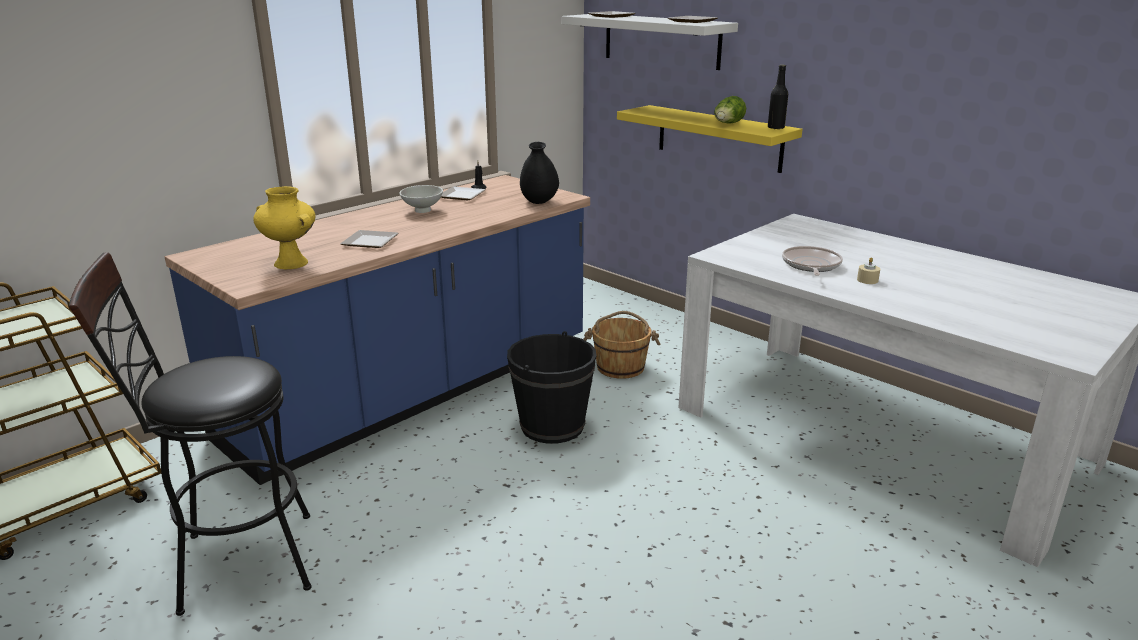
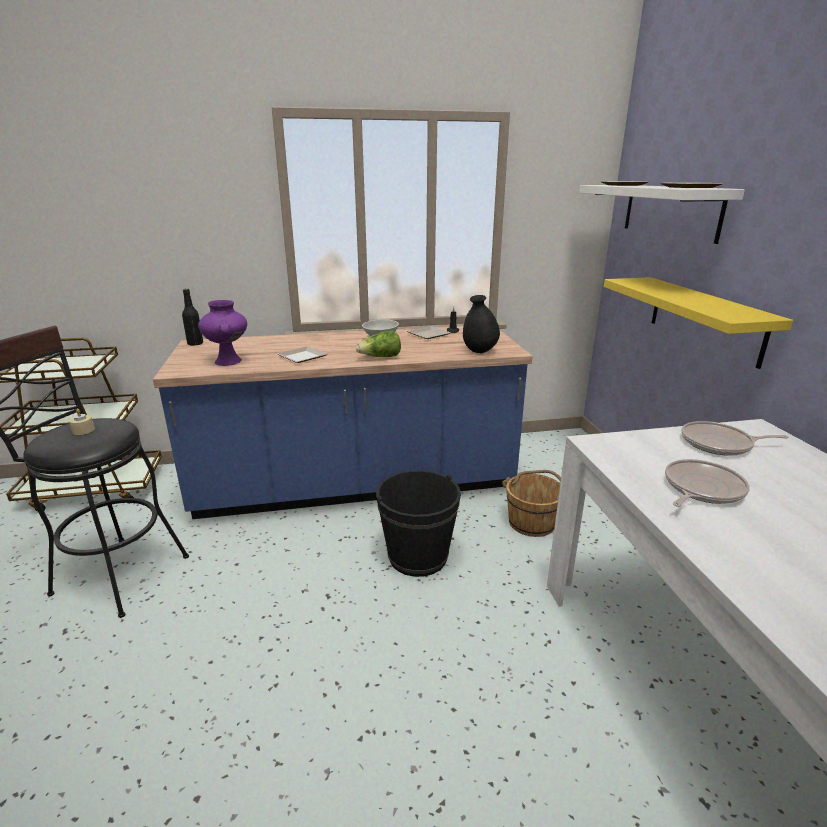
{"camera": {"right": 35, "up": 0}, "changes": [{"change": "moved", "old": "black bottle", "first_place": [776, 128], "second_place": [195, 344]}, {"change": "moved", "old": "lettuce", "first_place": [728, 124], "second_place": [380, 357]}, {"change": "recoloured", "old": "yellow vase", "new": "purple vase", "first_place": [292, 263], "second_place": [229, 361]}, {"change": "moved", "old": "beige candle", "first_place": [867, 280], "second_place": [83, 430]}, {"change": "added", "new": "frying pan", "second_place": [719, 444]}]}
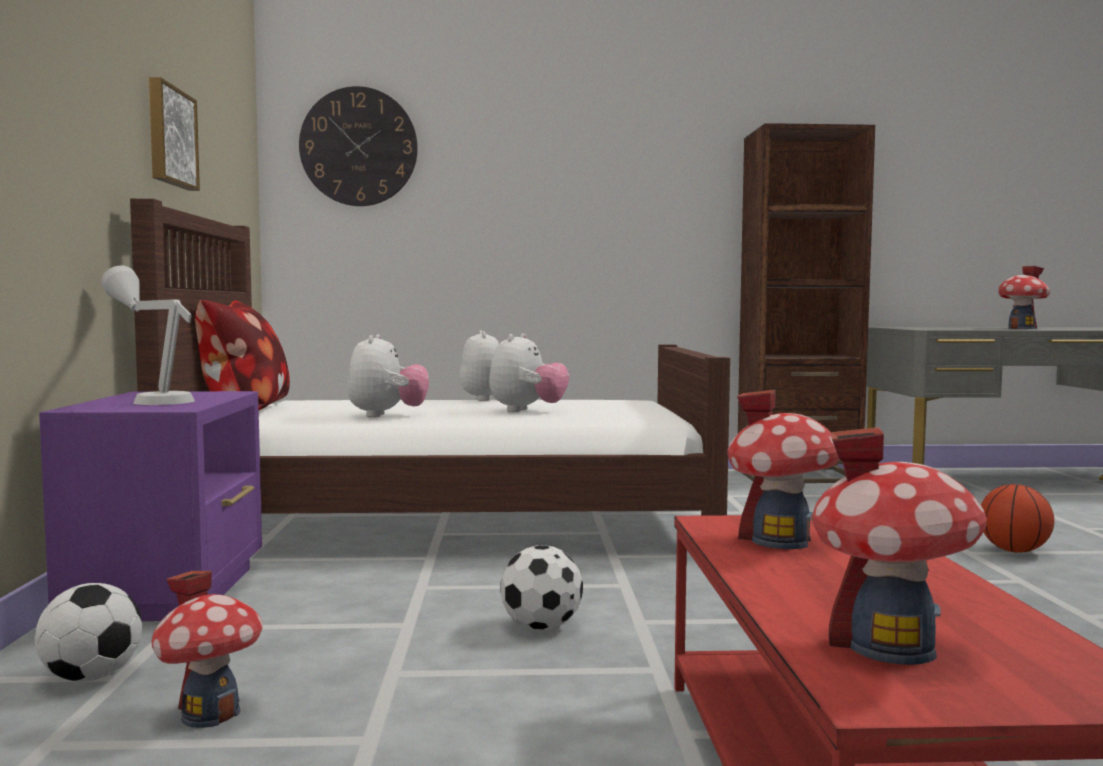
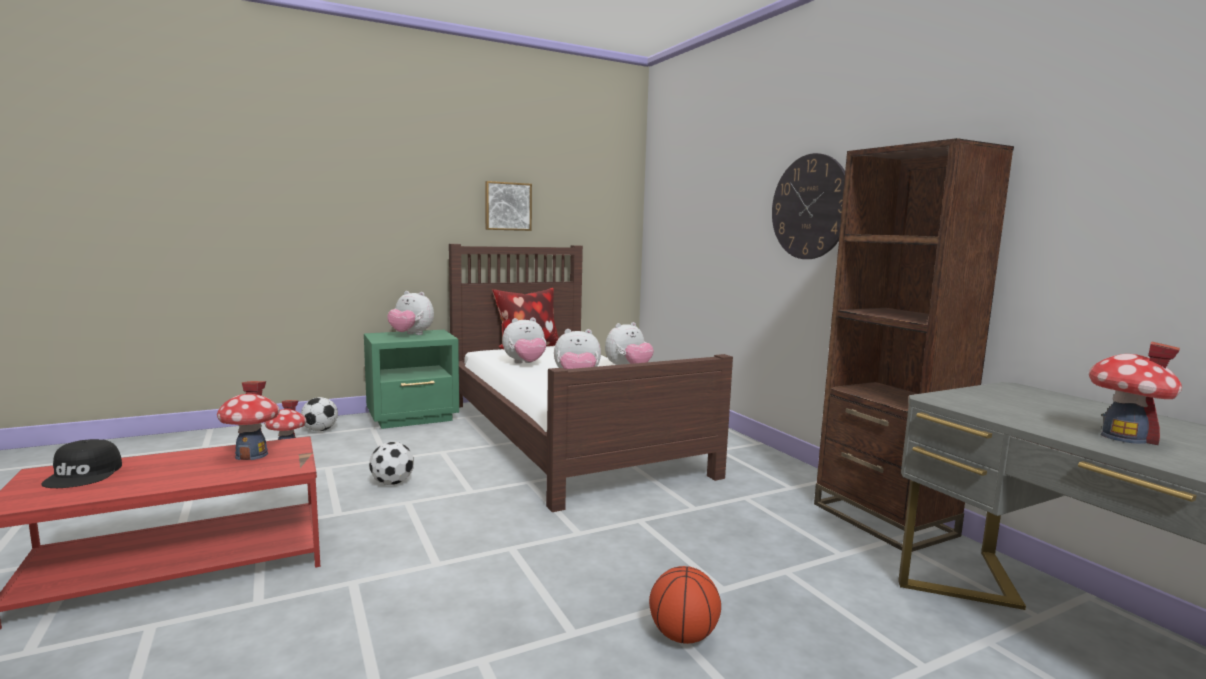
{"camera": {"right": 65, "up": 5}, "changes": [{"change": "moved", "old": "wall clock", "first_place": [358, 147], "second_place": [810, 207]}, {"change": "replaced", "old": "grey table lamp", "new": "plush toy", "first_place": [152, 399], "second_place": [411, 335]}, {"change": "recoloured", "old": "purple nightstand", "new": "green nightstand", "first_place": [172, 592], "second_place": [414, 418]}, {"change": "replaced", "old": "toy house", "new": "black cap", "first_place": [891, 646], "second_place": [85, 474]}]}
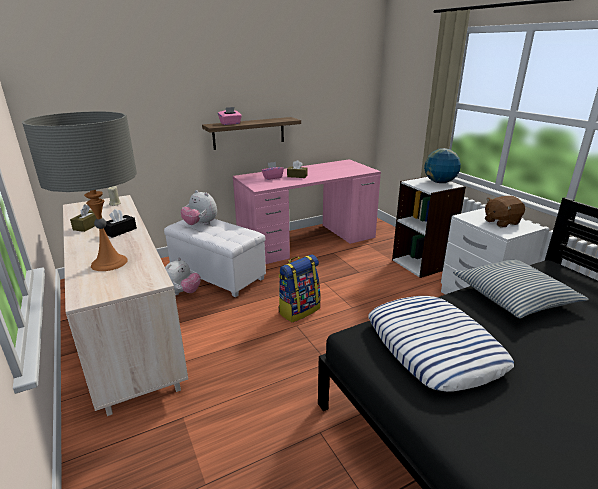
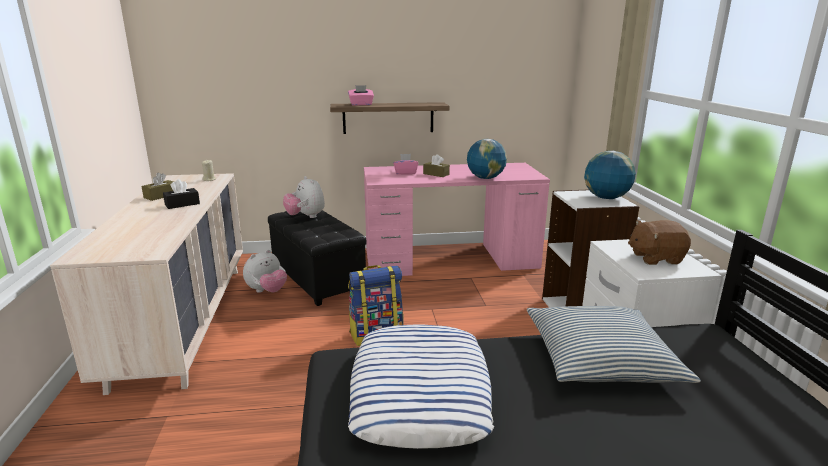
{"camera": {"right": 20, "up": -5}, "changes": [{"change": "removed", "old": "grey table lamp", "first_place": [109, 263]}, {"change": "recoloured", "old": "white ottoman", "new": "black ottoman", "first_place": [218, 275], "second_place": [318, 279]}, {"change": "added", "new": "globe", "second_place": [485, 178]}]}
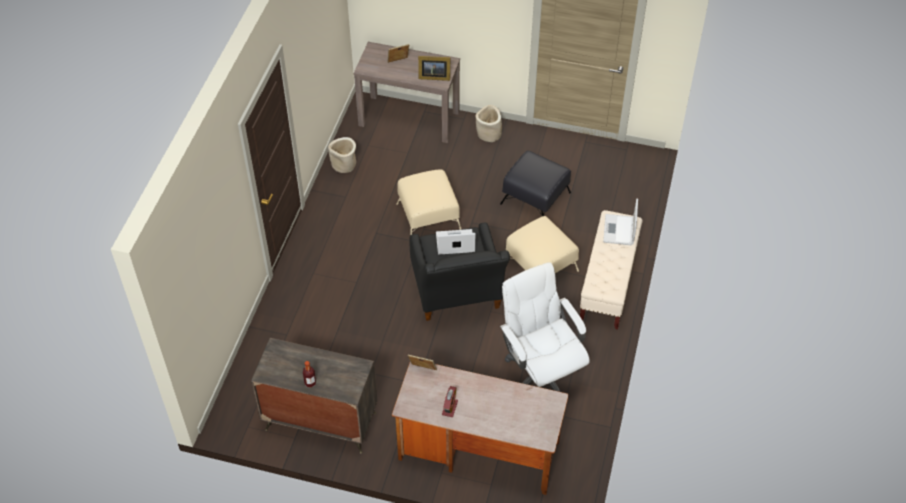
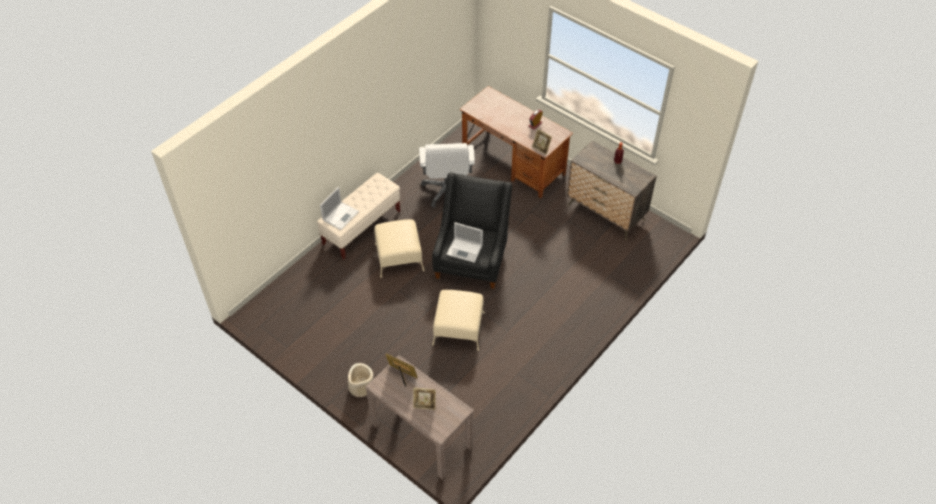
{"camera": {"right": -155, "up": 0}, "changes": [{"change": "removed", "old": "beige planter", "first_place": [344, 165]}, {"change": "removed", "old": "black ottoman", "first_place": [535, 198]}]}
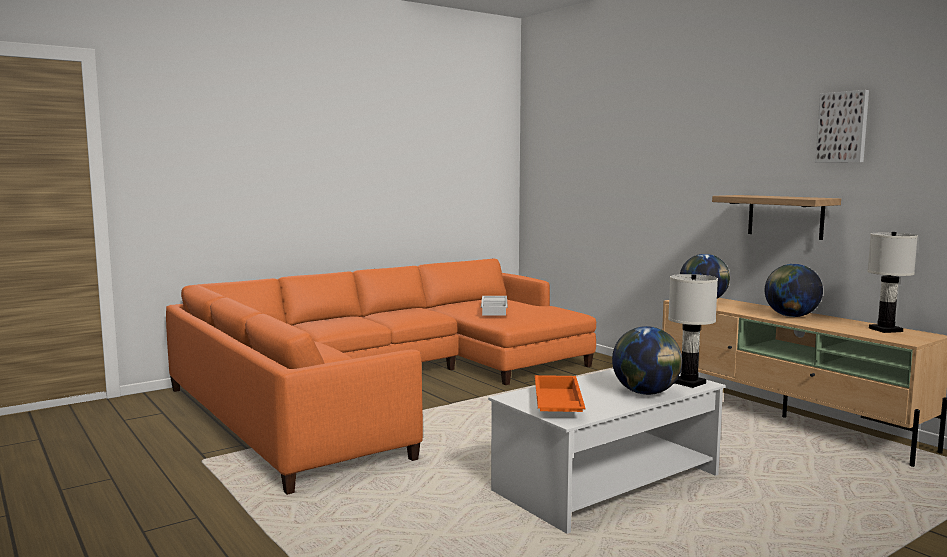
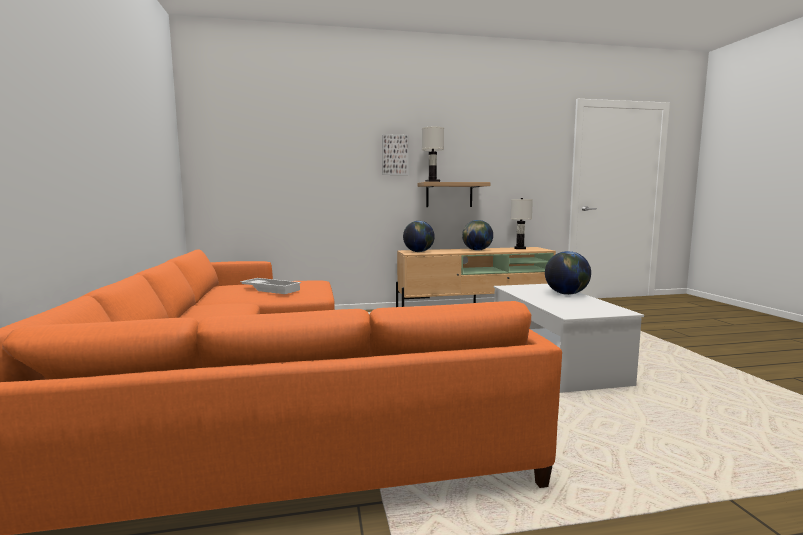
{"camera": {"right": -65, "up": 0}, "changes": [{"change": "moved", "old": "picture", "first_place": [843, 127], "second_place": [394, 155]}, {"change": "moved", "old": "white table lamp", "first_place": [688, 382], "second_place": [432, 182]}, {"change": "removed", "old": "orange tray", "first_place": [556, 404]}]}
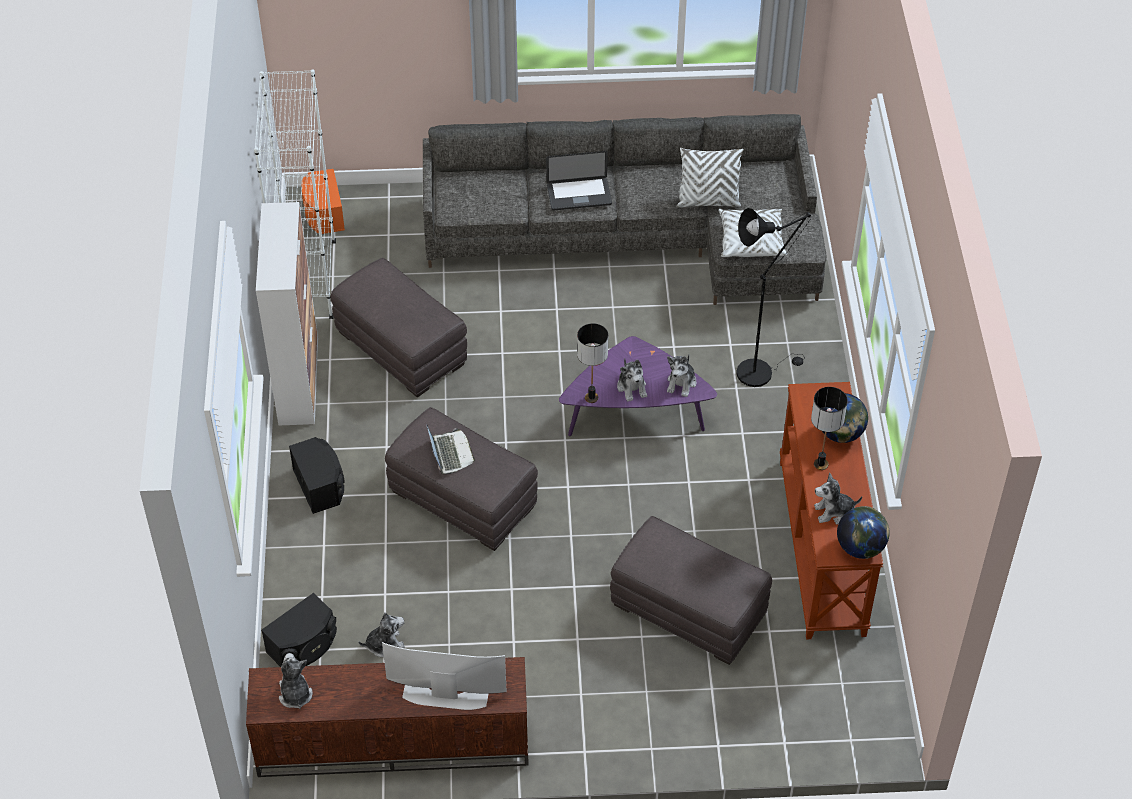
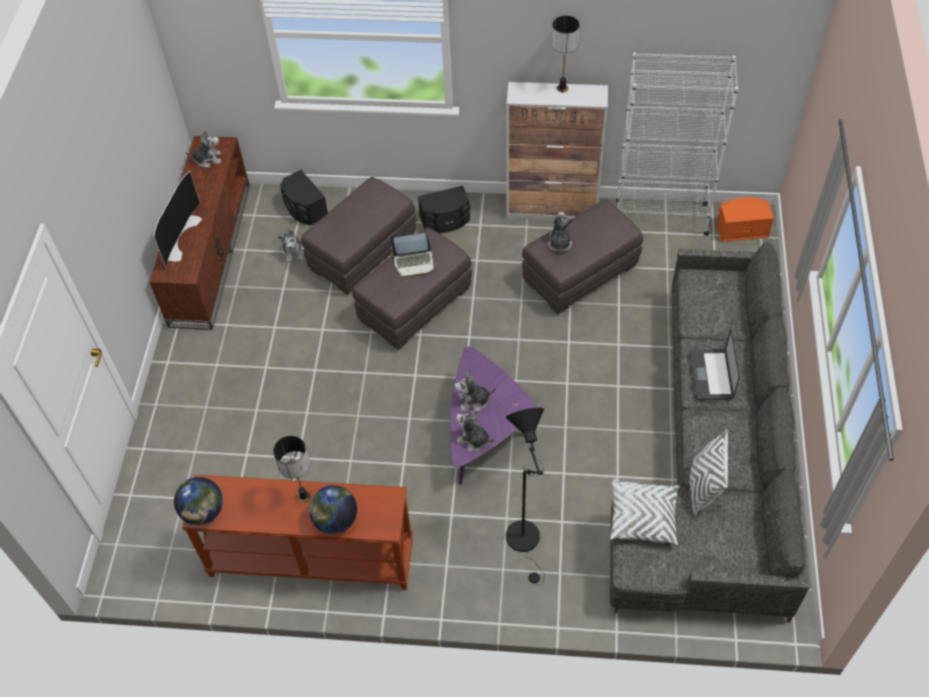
{"camera": {"right": 100, "up": 5}, "changes": [{"change": "moved", "old": "table lamp", "first_place": [591, 398], "second_place": [562, 88]}, {"change": "moved", "old": "plush toy", "first_place": [834, 512], "second_place": [559, 243]}, {"change": "moved", "old": "grey ottoman", "first_place": [687, 610], "second_place": [362, 251]}]}
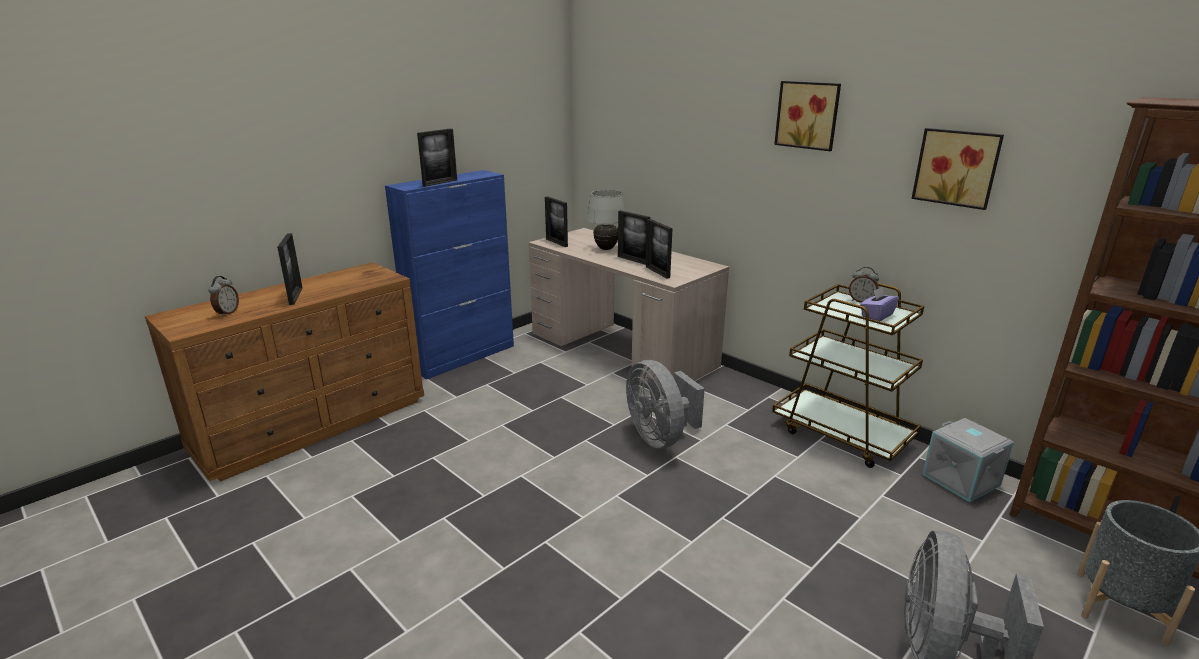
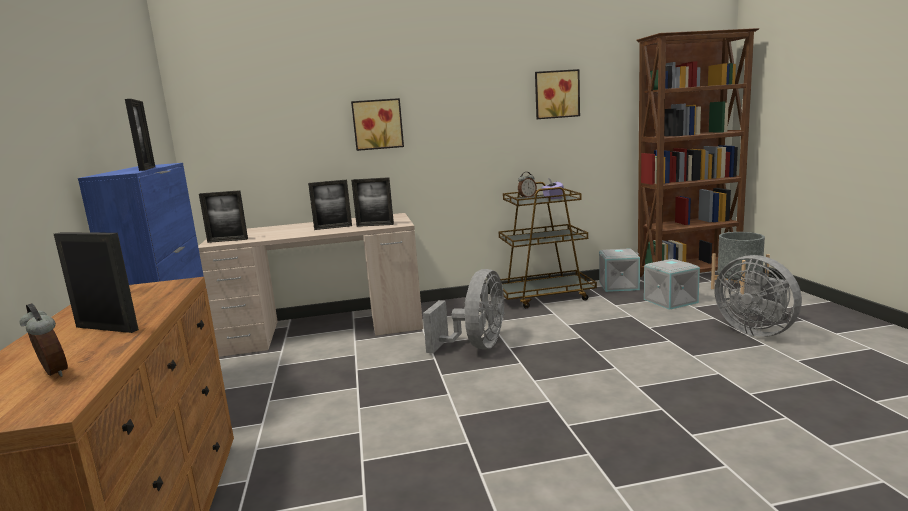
{"camera": {"right": -55, "up": -10}, "changes": [{"change": "moved", "old": "picture", "first_place": [808, 115], "second_place": [377, 124]}, {"change": "removed", "old": "white table lamp", "first_place": [606, 249]}, {"change": "turned", "old": "grey fan", "first_place": [660, 437], "second_place": [476, 346], "degrees": -75}, {"change": "added", "new": "grey storage box", "second_place": [670, 300]}]}
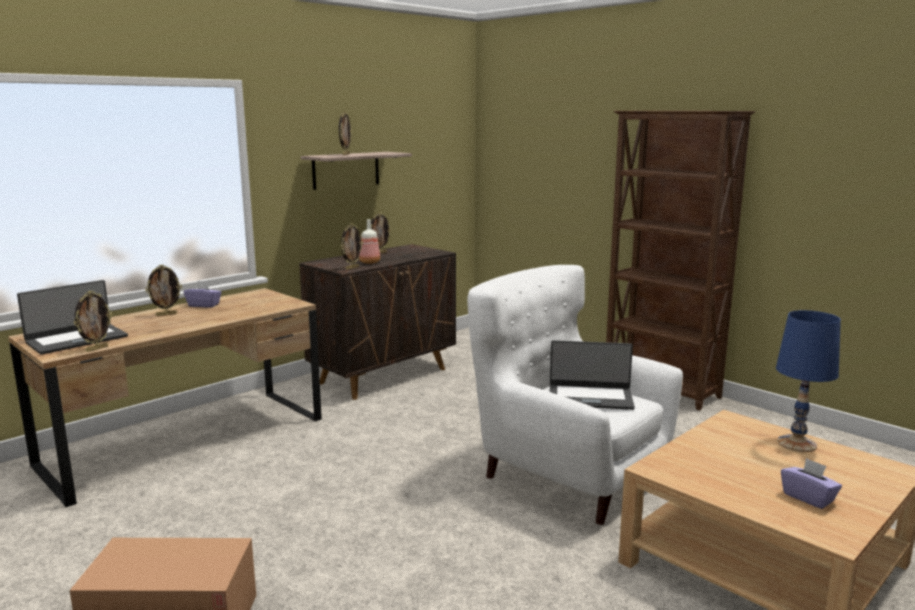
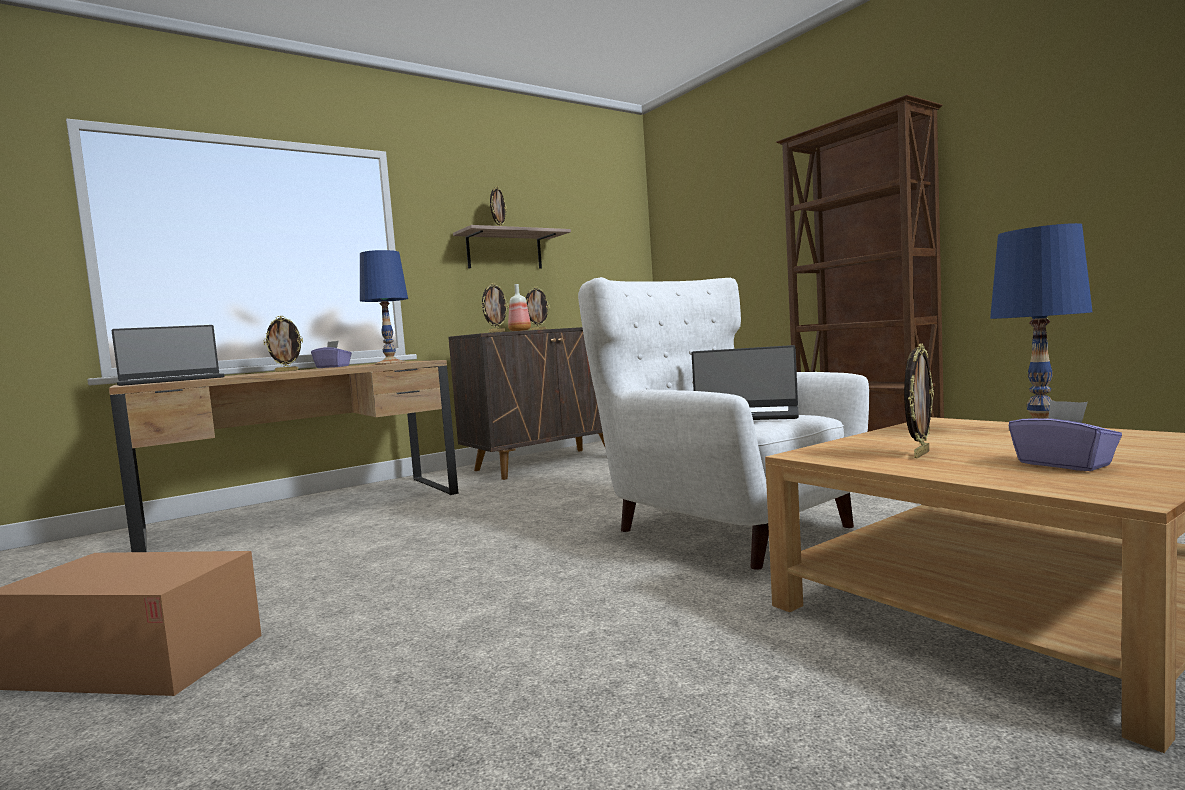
{"camera": {"right": 10, "up": -10}, "changes": [{"change": "moved", "old": "picture frame", "first_place": [96, 349], "second_place": [920, 454]}, {"change": "added", "new": "blue table lamp", "second_place": [390, 363]}]}
